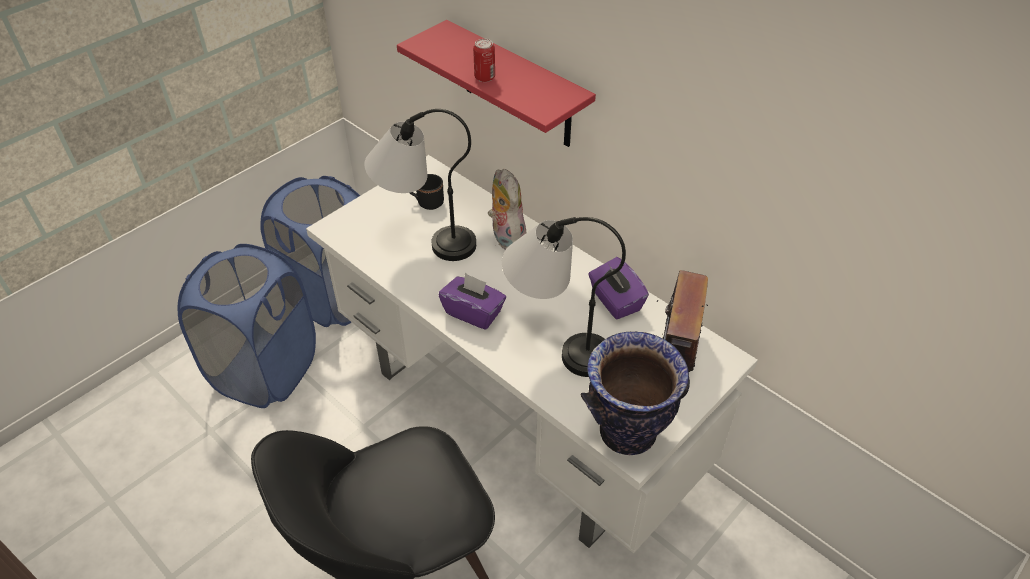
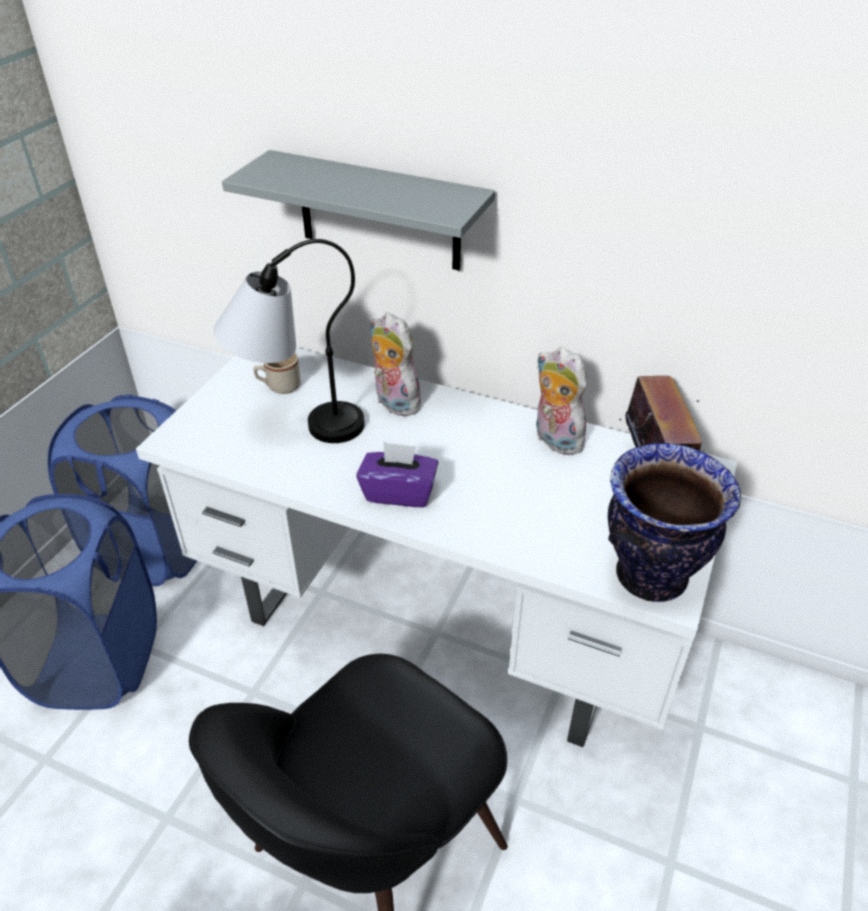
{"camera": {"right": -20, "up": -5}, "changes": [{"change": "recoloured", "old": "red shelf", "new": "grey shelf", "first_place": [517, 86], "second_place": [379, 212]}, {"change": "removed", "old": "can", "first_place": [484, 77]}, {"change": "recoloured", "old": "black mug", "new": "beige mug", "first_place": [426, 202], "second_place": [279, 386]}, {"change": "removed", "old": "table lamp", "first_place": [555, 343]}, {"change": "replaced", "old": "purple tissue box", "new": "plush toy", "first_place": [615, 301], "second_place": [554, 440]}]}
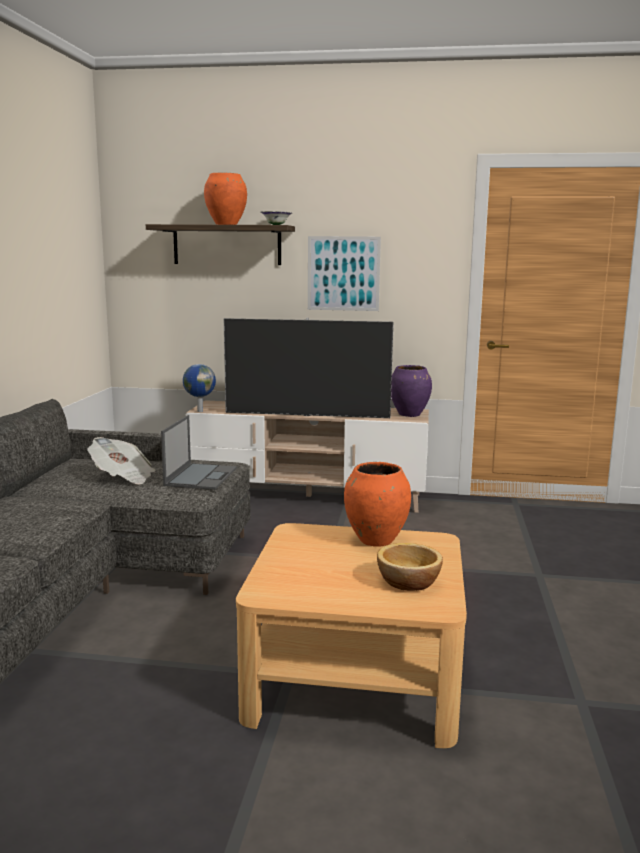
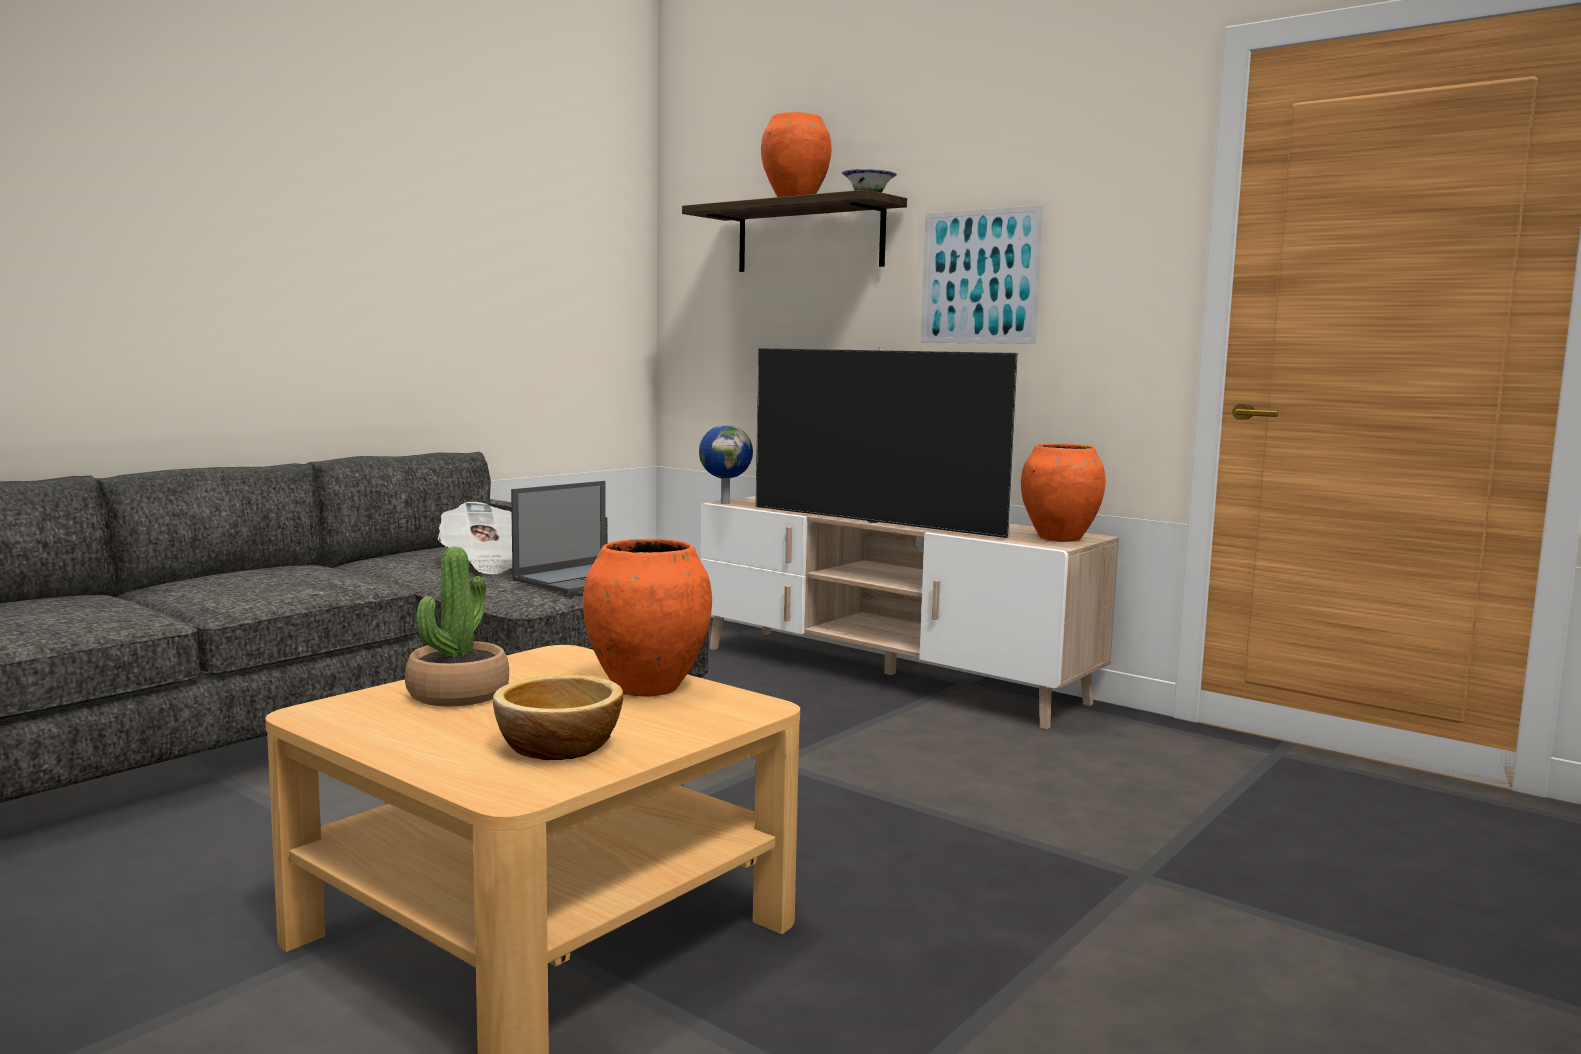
{"camera": {"right": 30, "up": -5}, "changes": [{"change": "recoloured", "old": "purple vase", "new": "orange vase", "first_place": [410, 414], "second_place": [1060, 539]}, {"change": "added", "new": "potted plant", "second_place": [458, 694]}]}
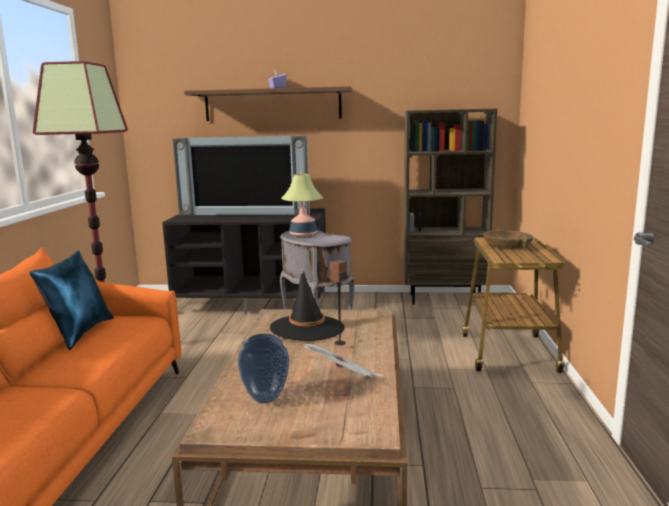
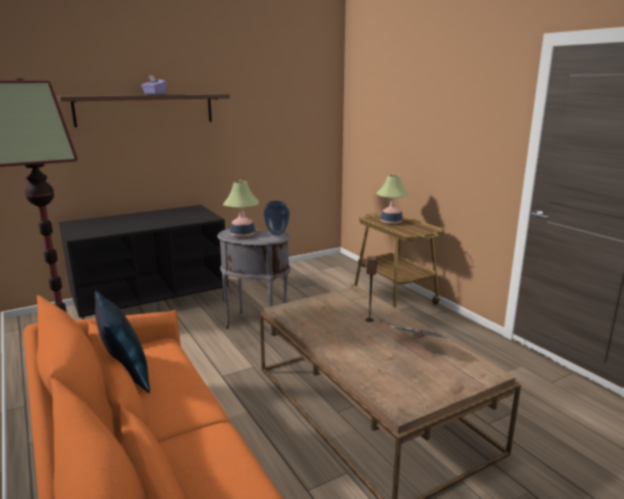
{"camera": {"right": -35, "up": 5}, "changes": [{"change": "removed", "old": "brown bookcase", "first_place": [444, 299]}, {"change": "removed", "old": "television", "first_place": [245, 213]}, {"change": "replaced", "old": "brown bowl", "new": "table lamp", "first_place": [508, 246], "second_place": [391, 222]}, {"change": "removed", "old": "black hat", "first_place": [307, 328]}, {"change": "moved", "old": "vase", "first_place": [265, 398], "second_place": [276, 233]}]}
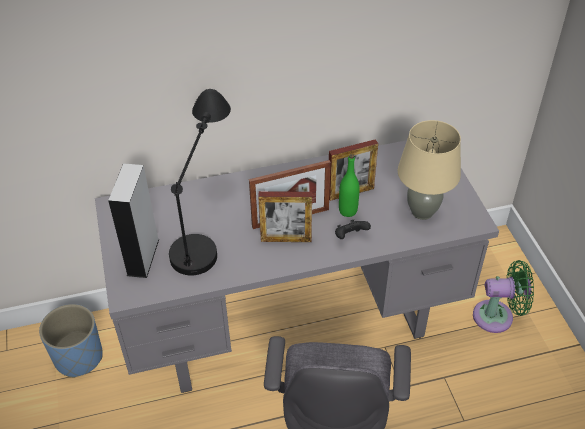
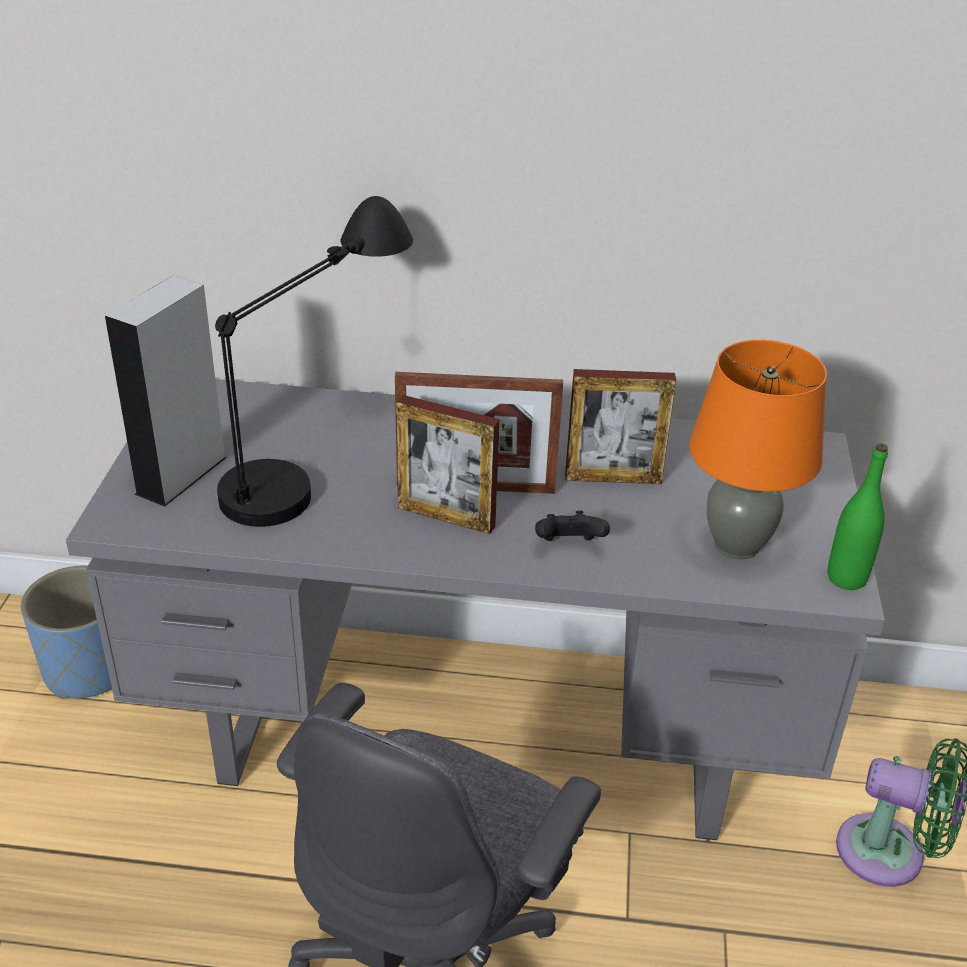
{"camera": {"right": 20, "up": -10}, "changes": [{"change": "recoloured", "old": "beige table lamp", "new": "orange table lamp", "first_place": [422, 211], "second_place": [737, 544]}, {"change": "moved", "old": "green bottle", "first_place": [348, 211], "second_place": [846, 578]}]}
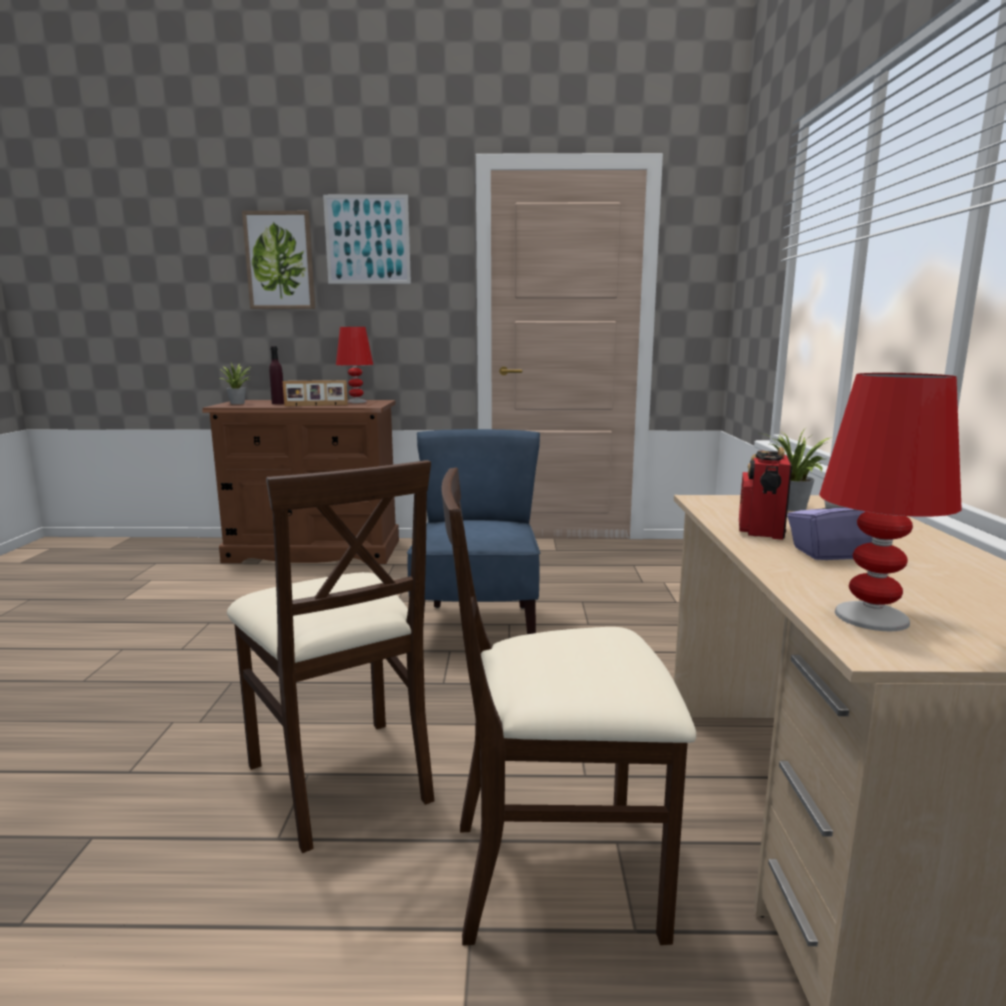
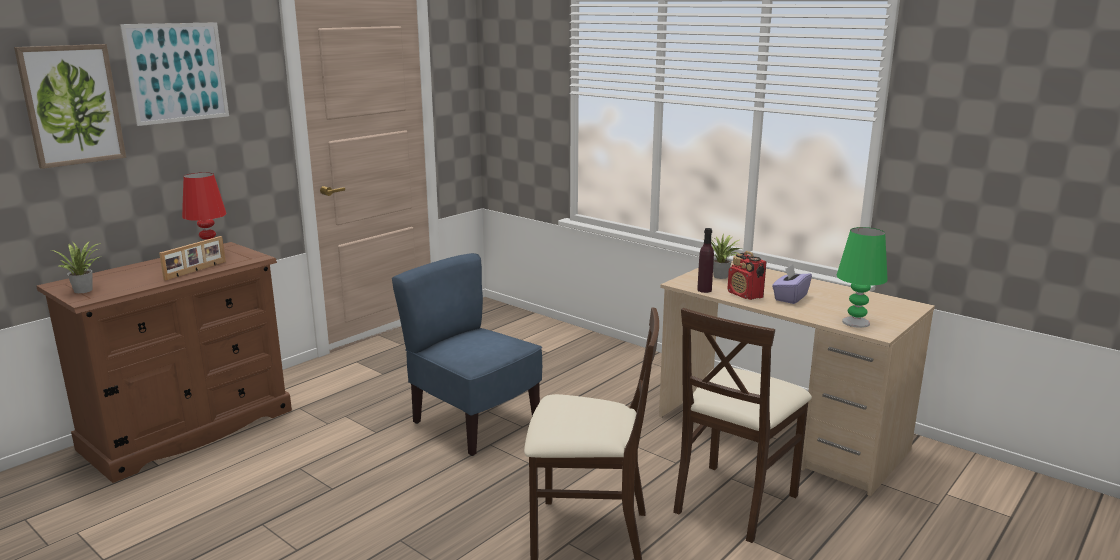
{"camera": {"right": -50, "up": 5}, "changes": [{"change": "moved", "old": "purple bottle", "first_place": [278, 403], "second_place": [704, 290]}, {"change": "recoloured", "old": "red table lamp", "new": "green table lamp", "first_place": [872, 617], "second_place": [856, 322]}]}
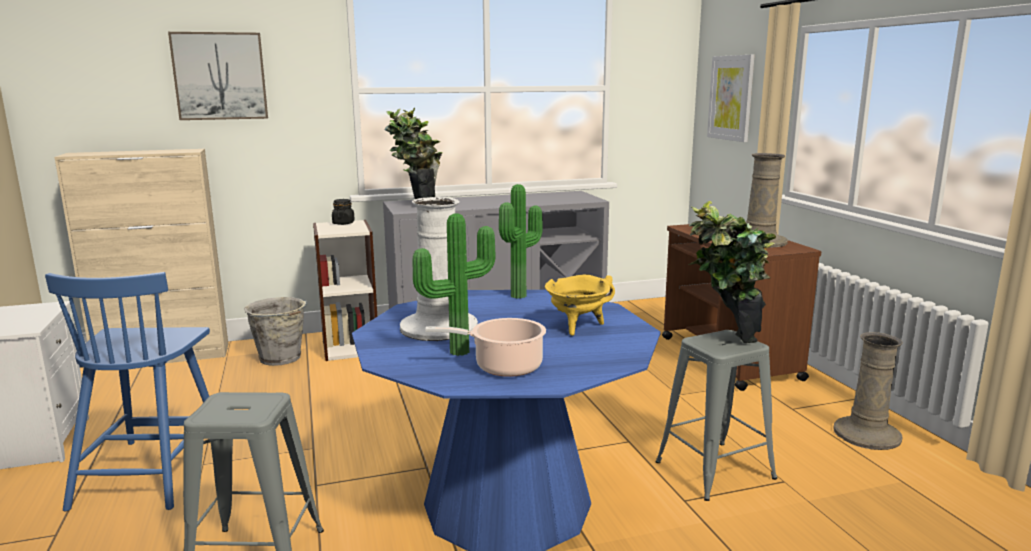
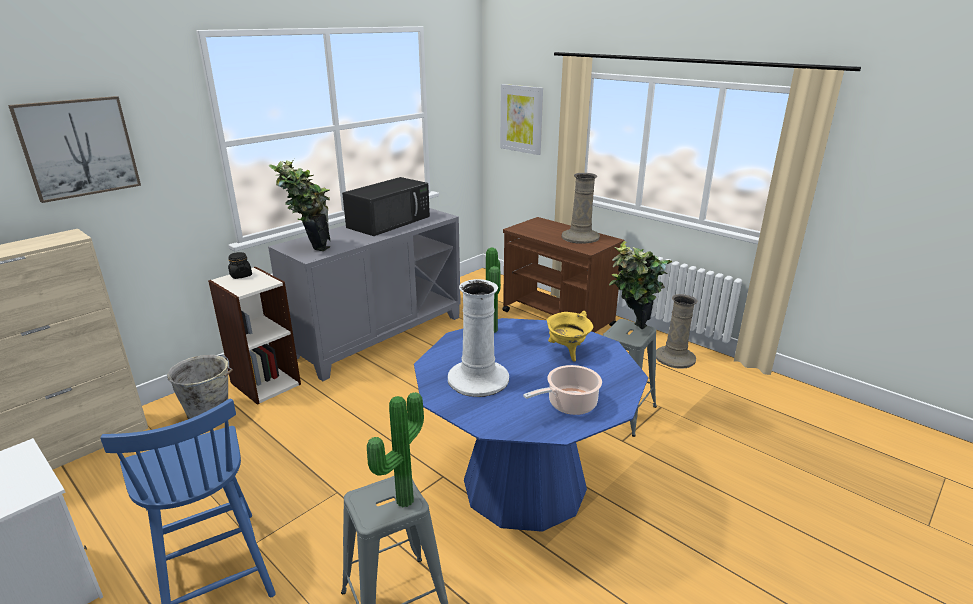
{"camera": {"right": -30, "up": 10}, "changes": [{"change": "moved", "old": "potted plant", "first_place": [457, 350], "second_place": [402, 500]}, {"change": "added", "new": "black microwave", "second_place": [389, 221]}]}
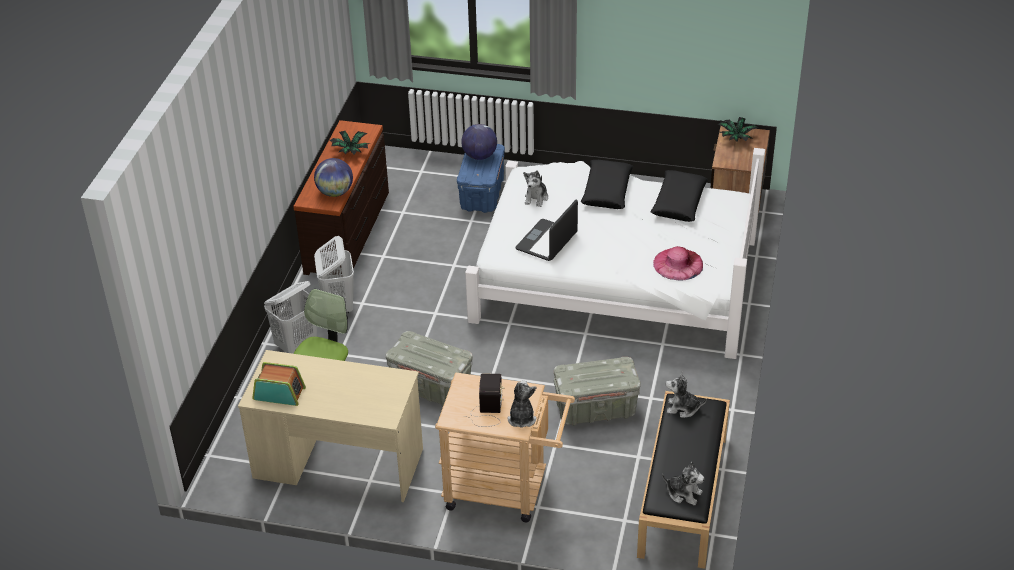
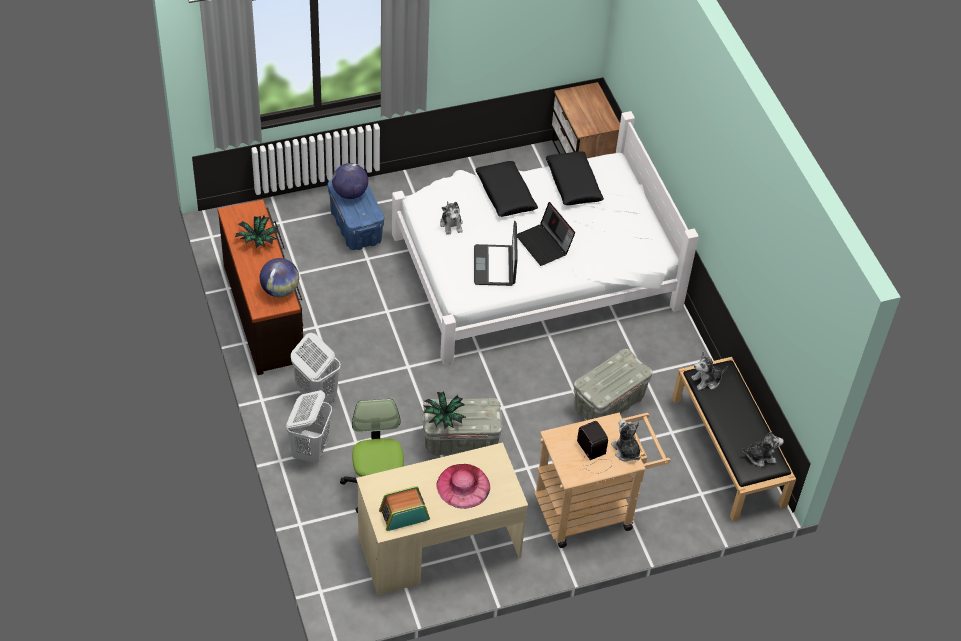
{"camera": {"right": -35, "up": 10}, "changes": [{"change": "moved", "old": "potted plant", "first_place": [736, 138], "second_place": [444, 417]}, {"change": "moved", "old": "pink hat", "first_place": [678, 264], "second_place": [463, 486]}, {"change": "added", "new": "laptop", "second_place": [544, 244]}]}
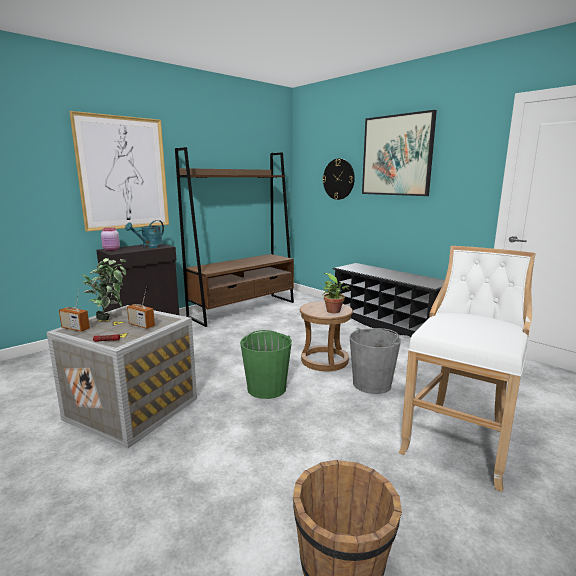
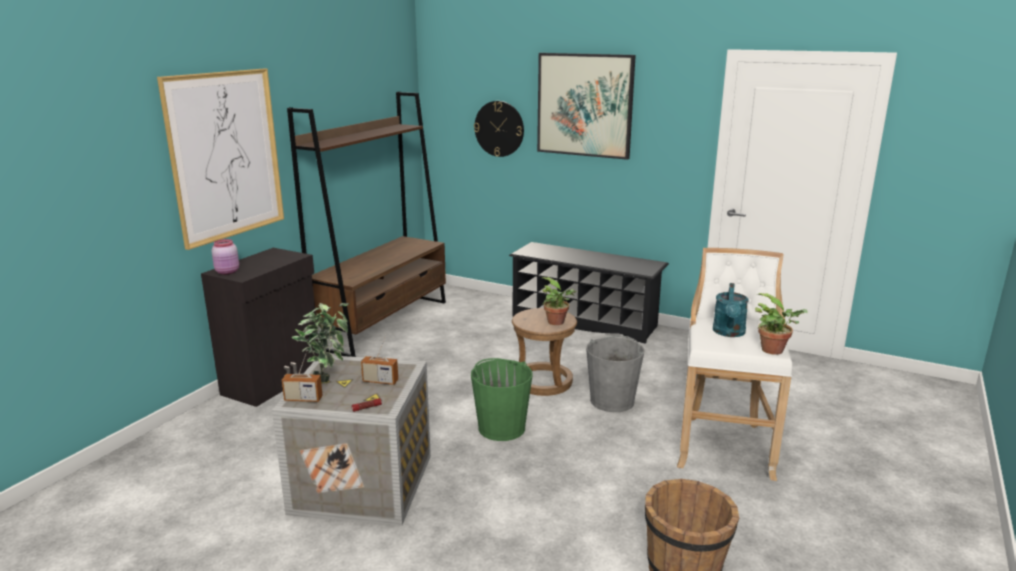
{"camera": {"right": -20, "up": 5}, "changes": [{"change": "moved", "old": "turquoise watering can", "first_place": [149, 247], "second_place": [729, 333]}, {"change": "added", "new": "potted plant", "second_place": [775, 351]}]}
